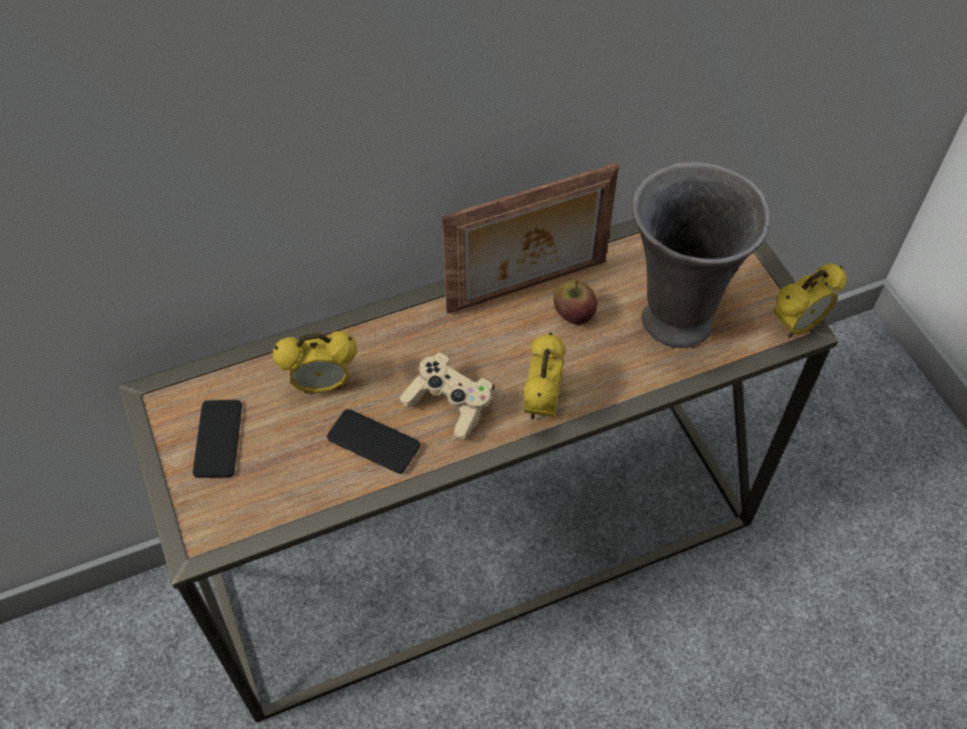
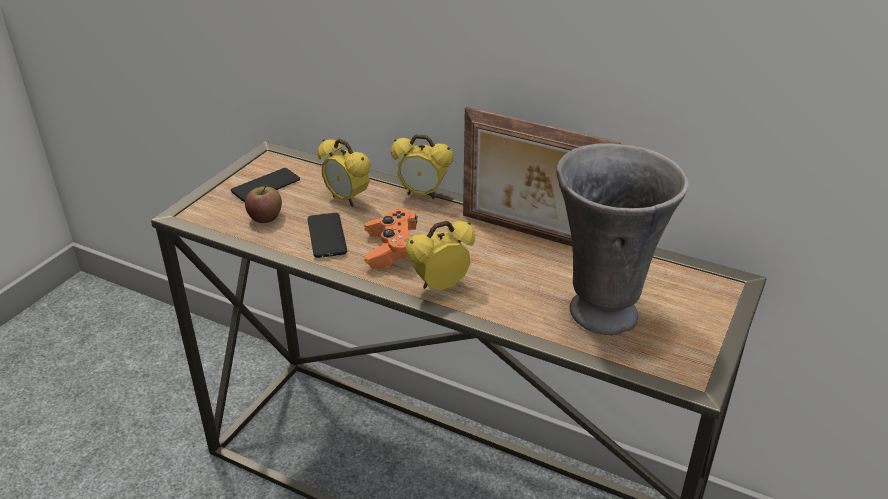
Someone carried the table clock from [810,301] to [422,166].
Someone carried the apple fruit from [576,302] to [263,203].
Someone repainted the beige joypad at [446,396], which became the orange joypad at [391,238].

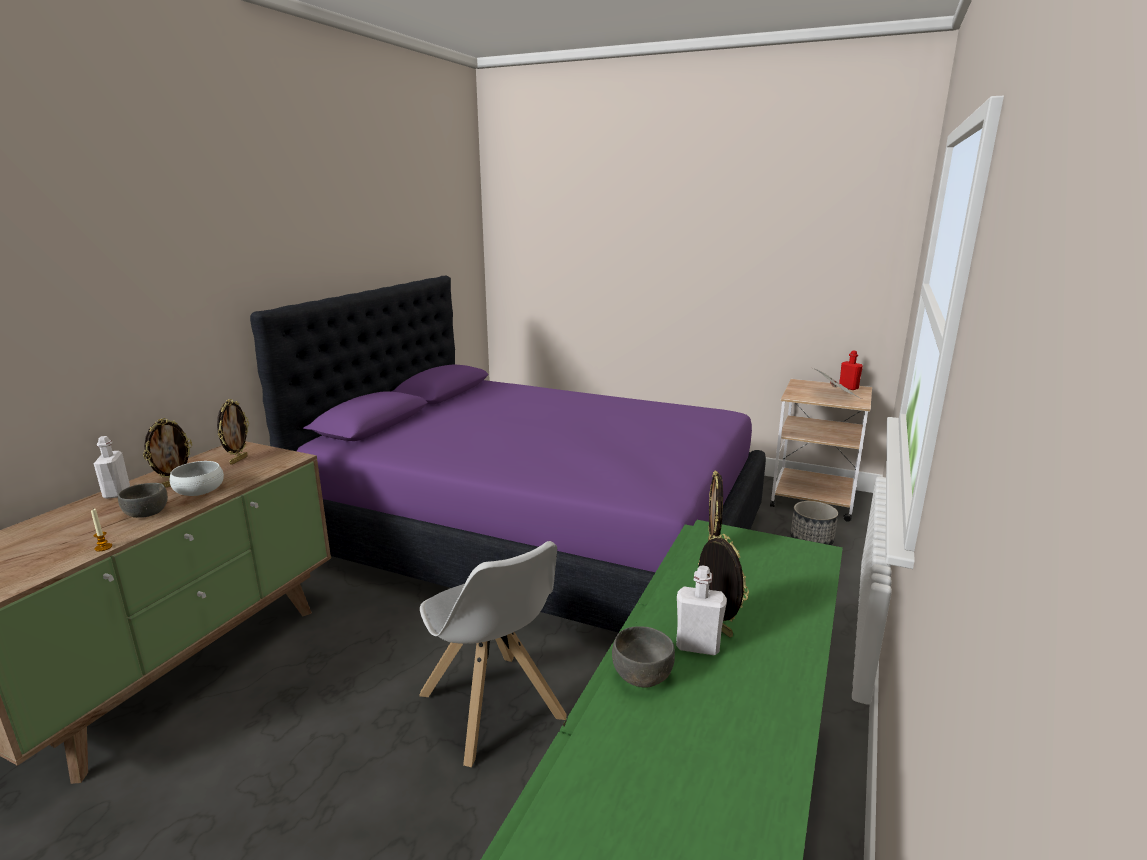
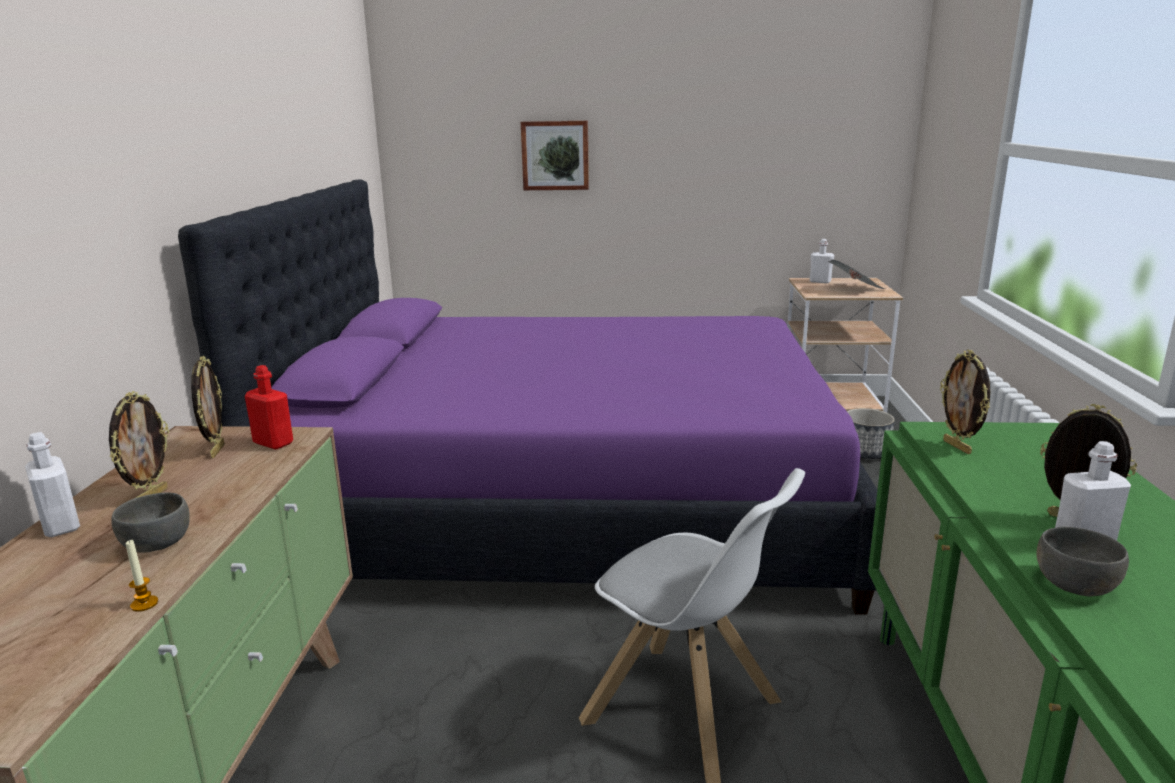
Someone carried the red beverage bottle from [851,370] to [269,407].
Someone took away the whitish serving bowl at [196,478].
Someone put up the wall art at [555,155].
Someone put down the whitish beverage bottle at [822,261].

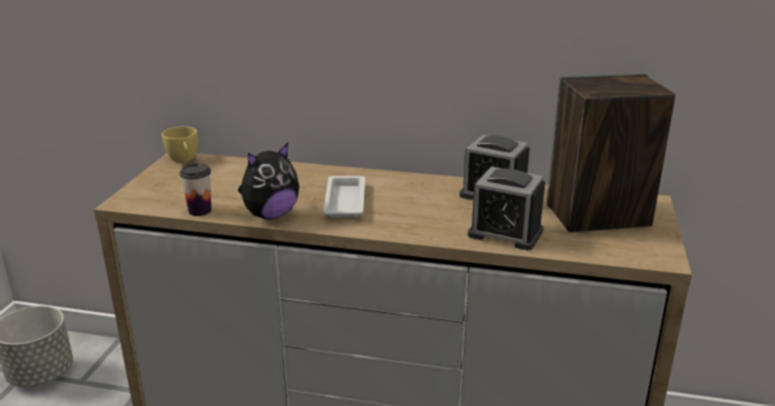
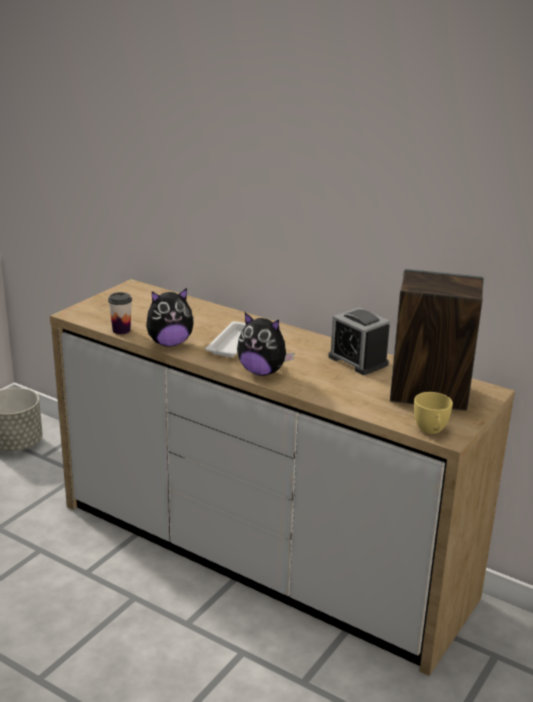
Someone carried the yellow-coloured small cup from [180,145] to [433,413].
Someone took away the table clock at [506,208].
Someone put down the plush toy at [265,344].

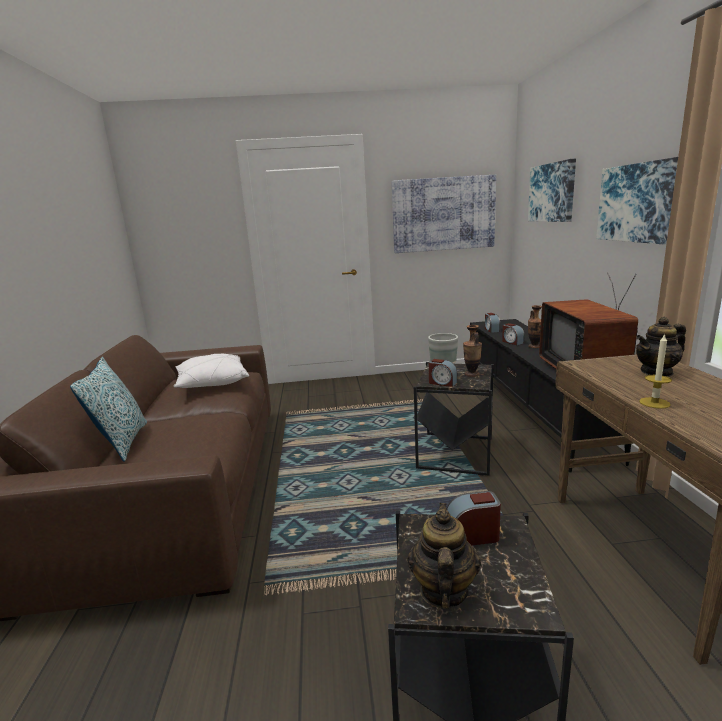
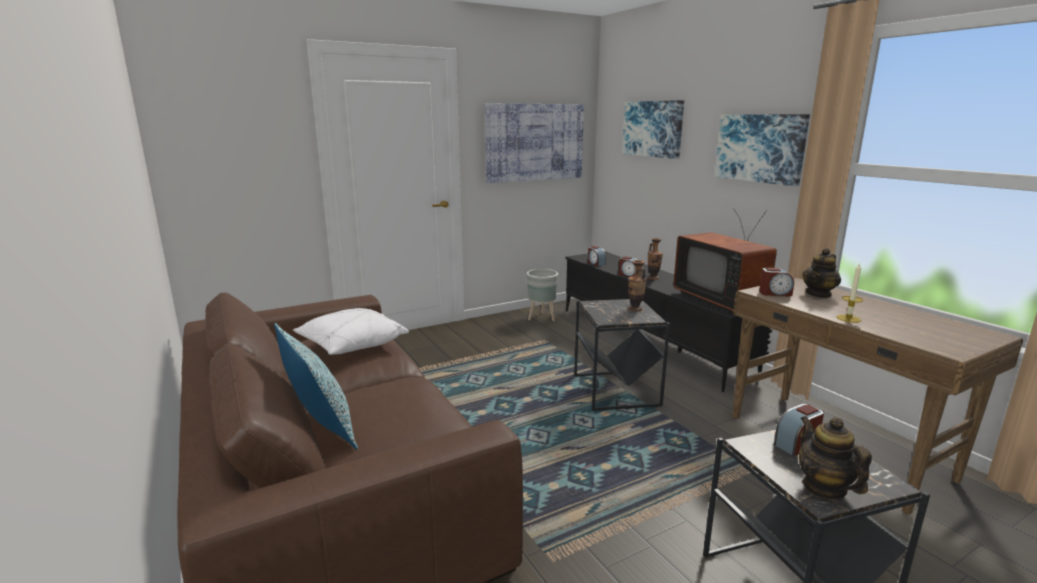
Someone carried the table clock from [443,373] to [776,282].

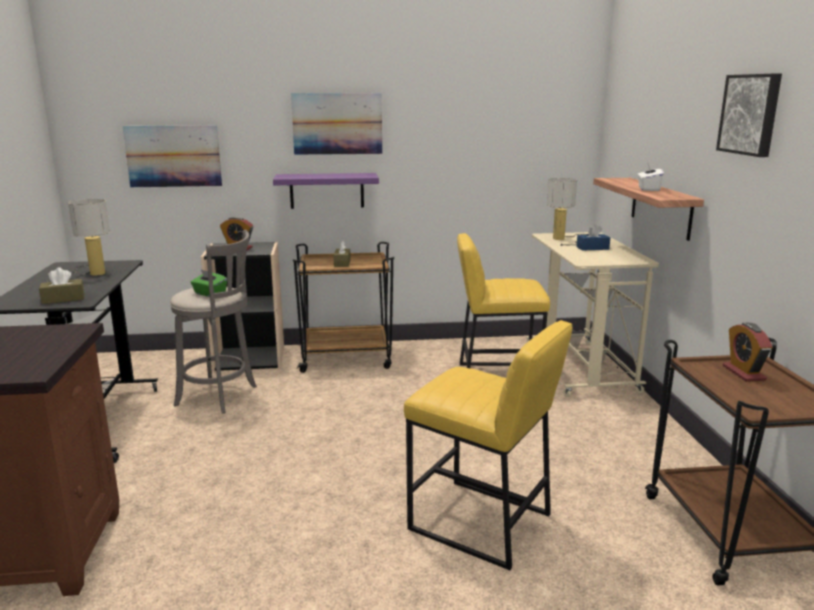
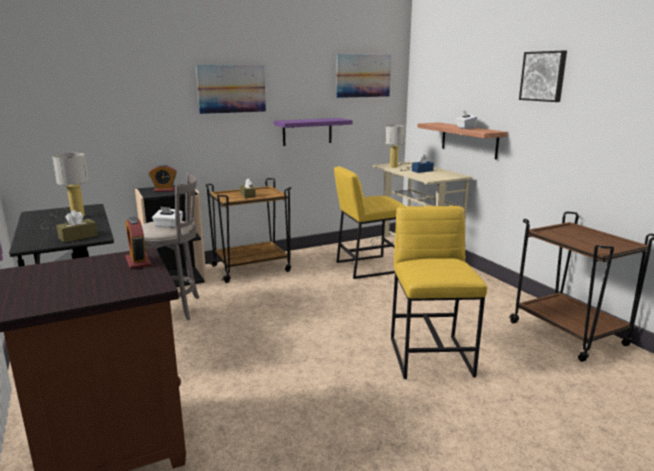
Someone carried the wall art from [172,156] to [363,76].
Someone carried the purplish shelf from [326,191] to [313,132].
Someone repainted the greenish box of tissues at [209,283], which became the whitish box of tissues at [167,217].
Someone rotated the yellow-coloured chair at [488,445] by 105 degrees counterclockwise.
Someone carried the table clock from [747,352] to [138,243].

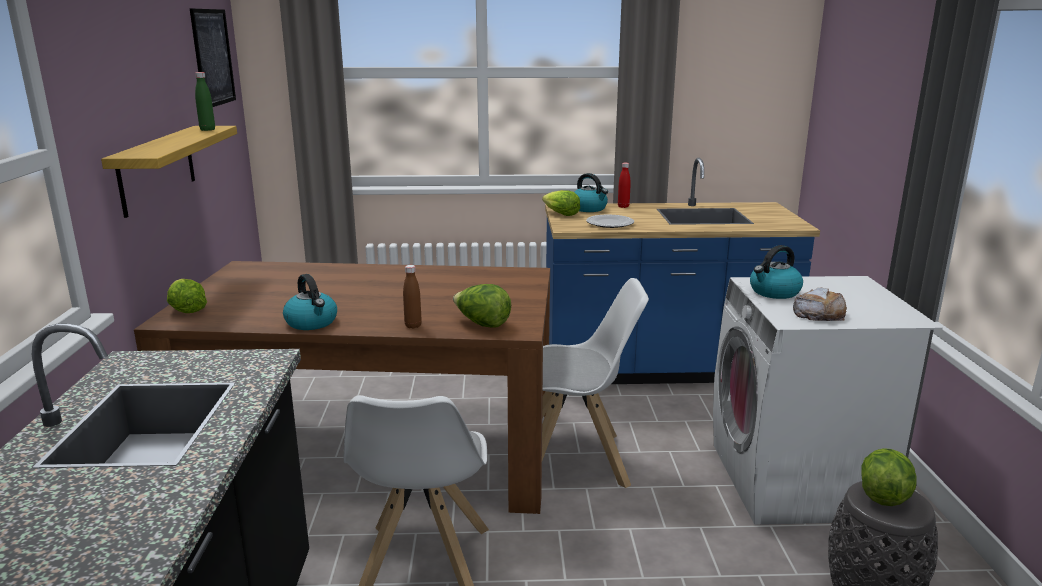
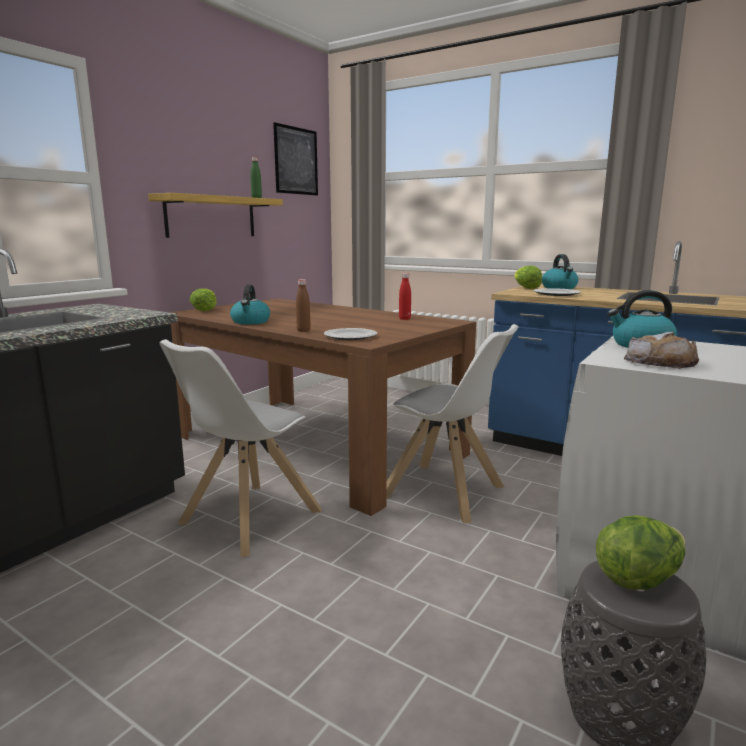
Someone carried the red beverage bottle from [624,185] to [405,296].
Someone swapped the lettuce head at [482,306] for the dinner plate at [350,334].

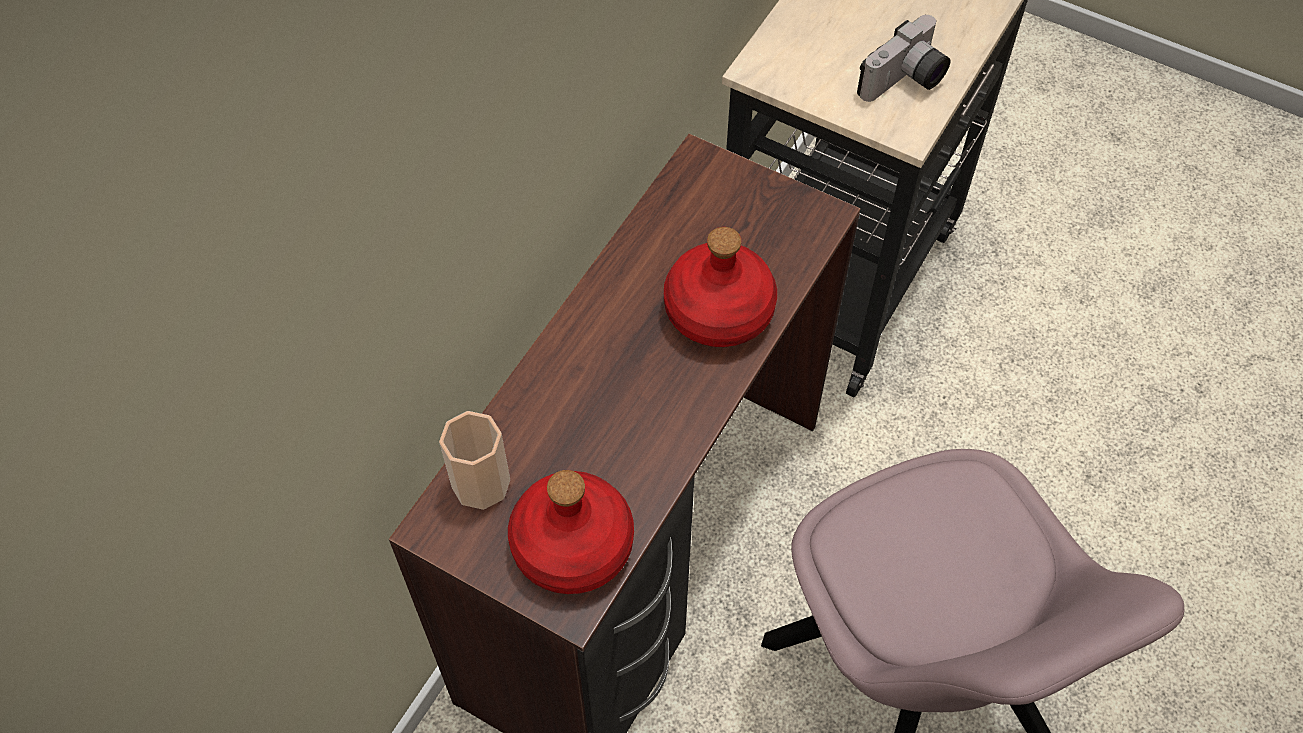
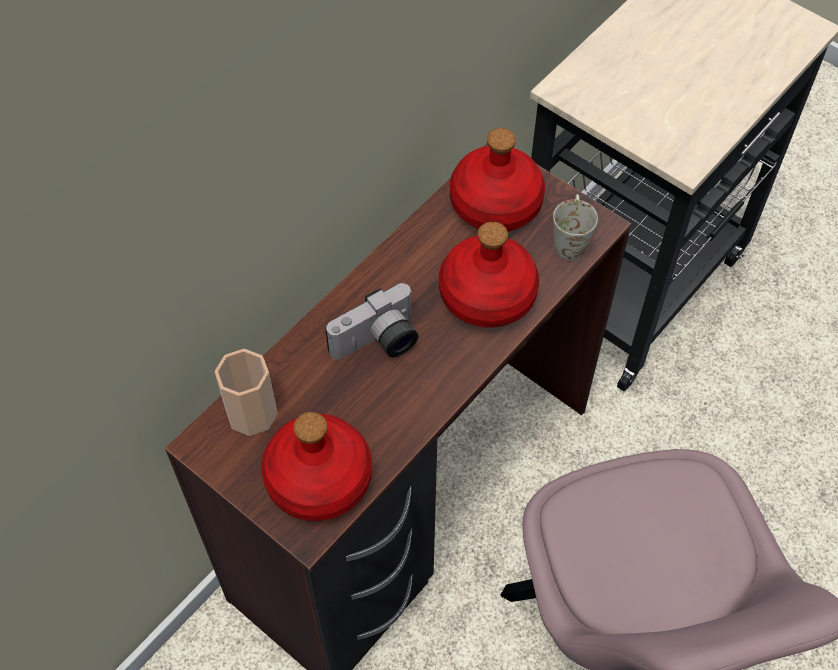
Someone carried the still camera from [904,58] to [371,321].
Someone put down the red beverage bottle at [497,180].
Someone put down the whitish mug at [575,227].

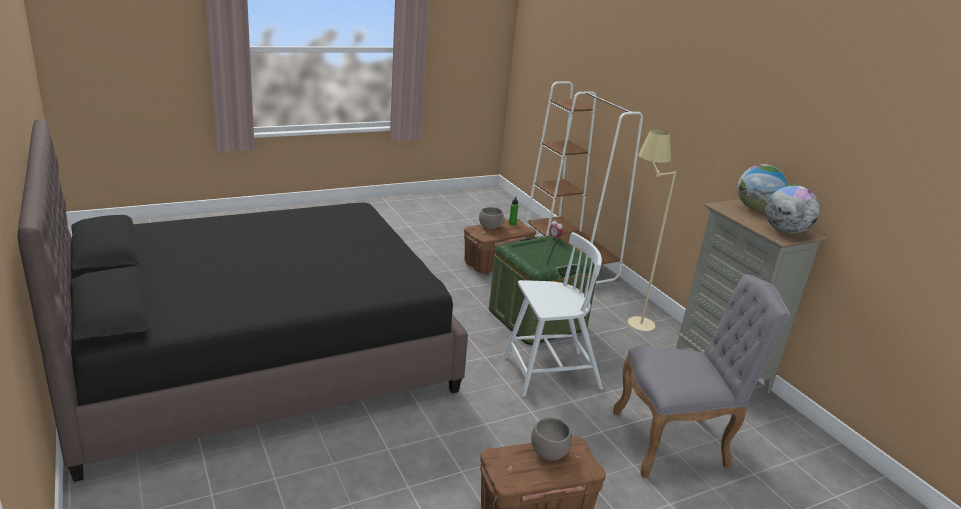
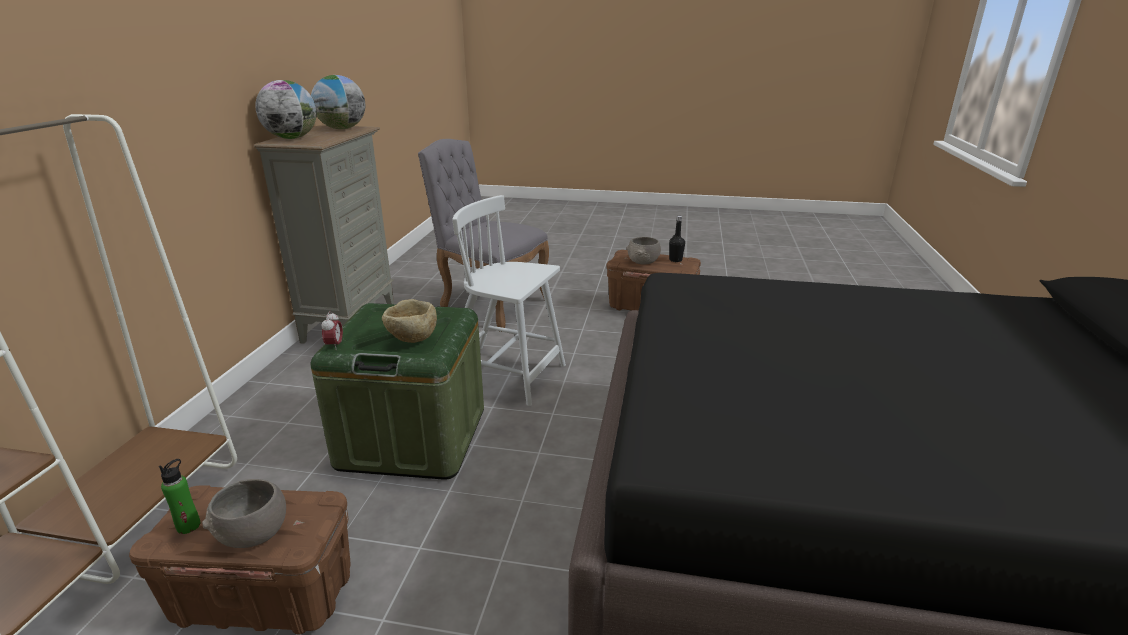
Someone took away the beige standard lamp at [652,230].
Someone put down the blackish beverage bottle at [677,239].
Someone put down the beige serving bowl at [409,321].

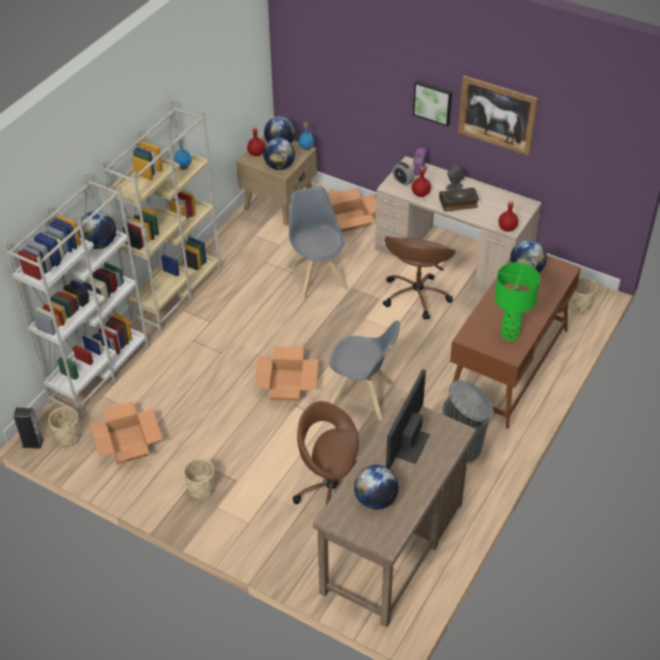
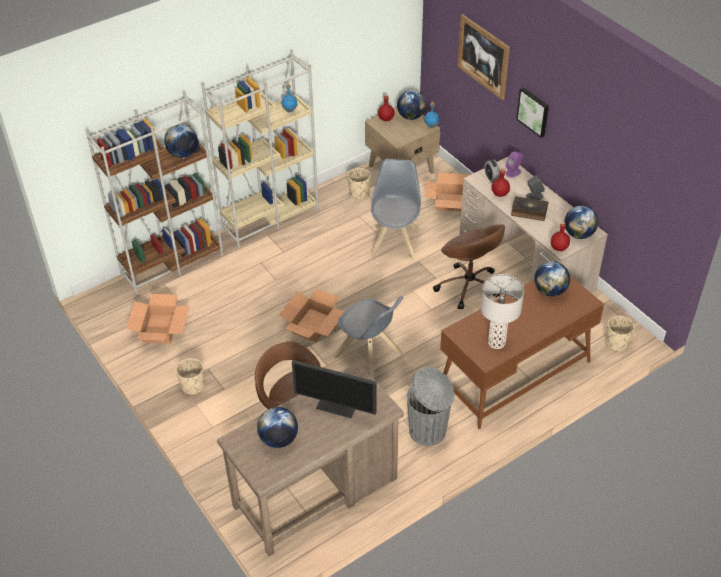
Someone carried the wall art from [498,116] to [483,57].
Someone carried the globe from [279,154] to [581,222].
Someone repainted the whitish shelving unit at [76,296], which became the brown shelving unit at [154,193].
Someone rotated the brown computer chair at [419,277] by 75 degrees counterclockwise.
Someone repainted the greenish tabletop lamp at [517,301], which became the whitish tabletop lamp at [502,311].
Someone rotated the monitor at [408,419] by 120 degrees counterclockwise.
Someone carried the beige flower pot from [64,427] to [359,183].
Someone took away the audio speaker at [28,428].

